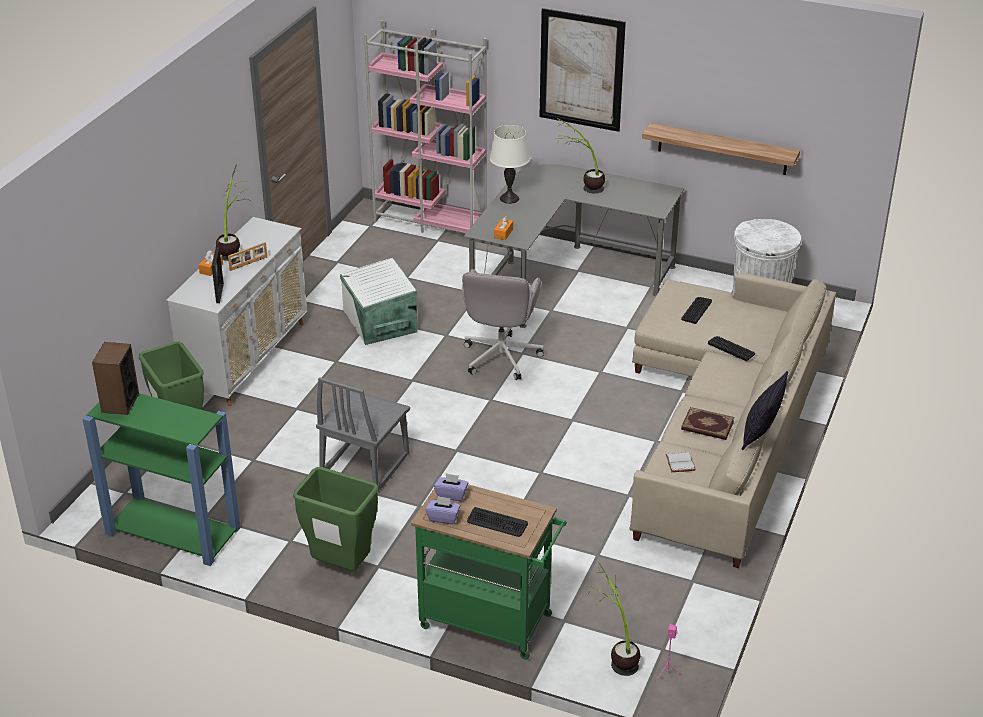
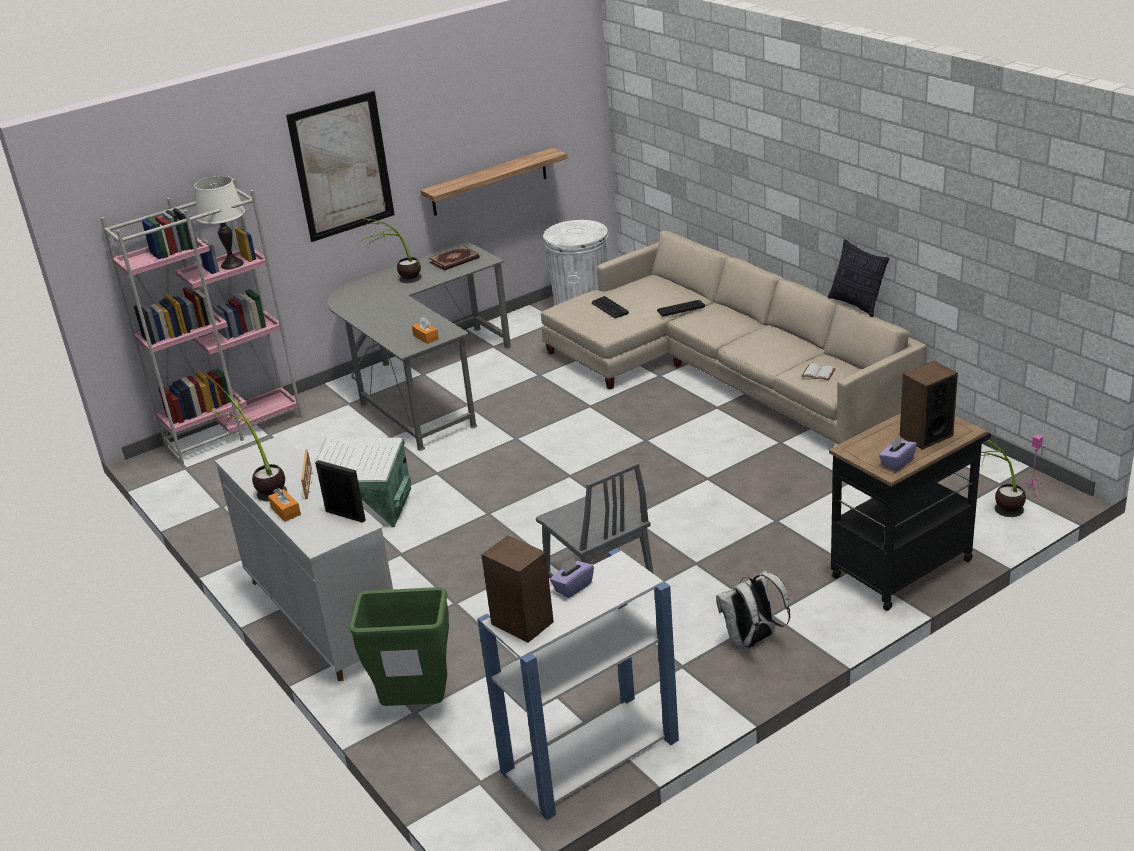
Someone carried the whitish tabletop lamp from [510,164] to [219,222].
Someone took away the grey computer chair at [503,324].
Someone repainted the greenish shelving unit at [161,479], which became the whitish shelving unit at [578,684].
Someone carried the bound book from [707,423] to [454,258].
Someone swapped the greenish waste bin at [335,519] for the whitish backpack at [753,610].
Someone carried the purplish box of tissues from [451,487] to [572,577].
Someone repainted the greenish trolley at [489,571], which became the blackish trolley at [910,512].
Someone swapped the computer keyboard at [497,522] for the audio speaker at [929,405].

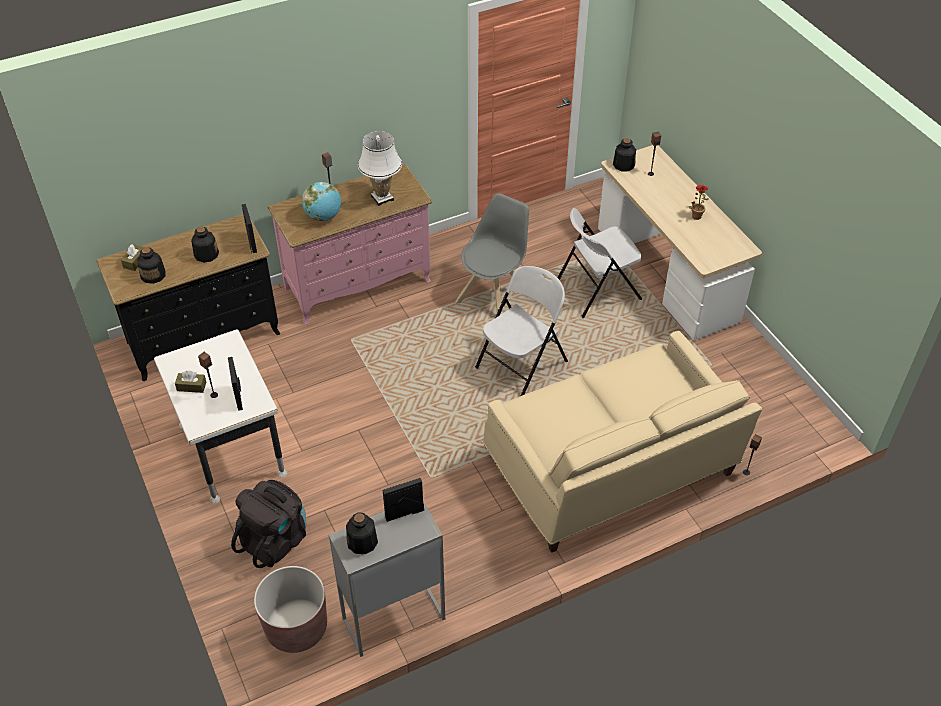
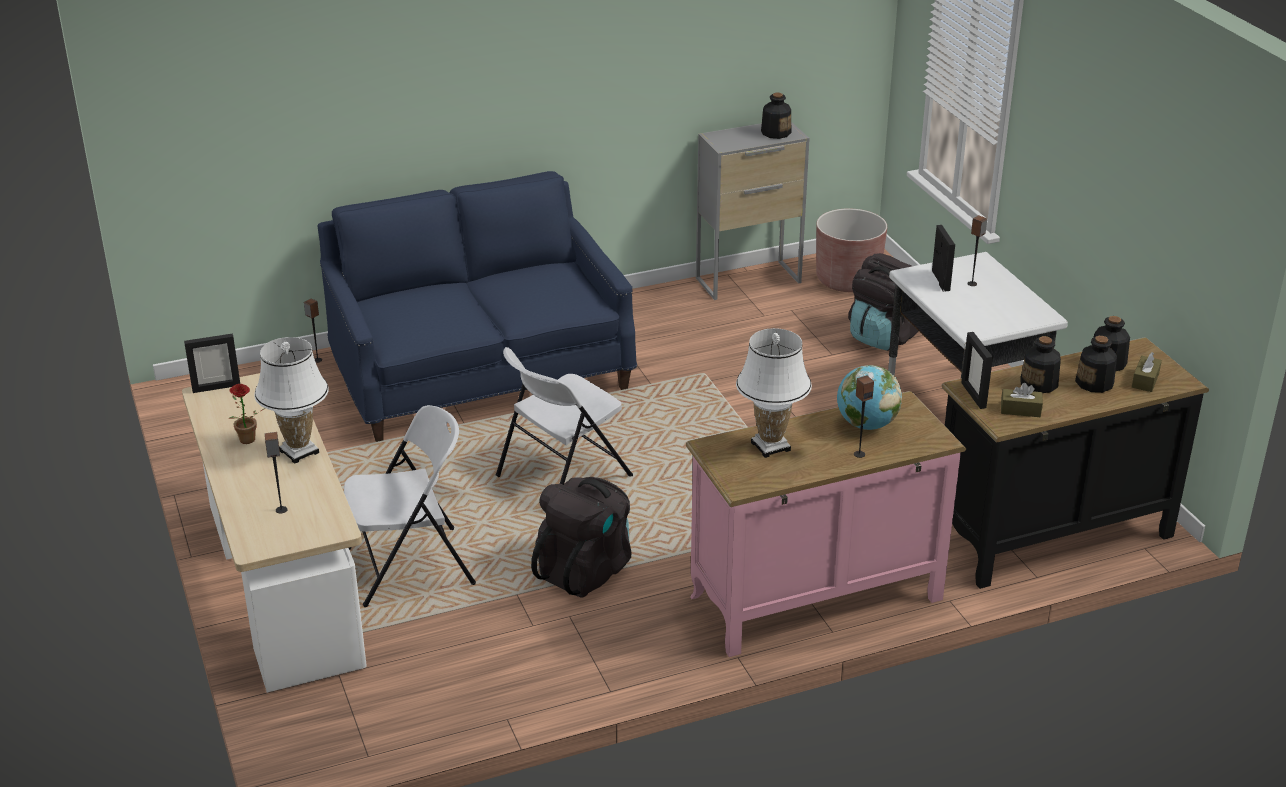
Someone carried the beverage bottle from [624,154] to [1096,364].
Someone swapped the grey chair at [492,254] for the blackish backpack at [581,537].
Someone repainted the beige couch at [622,442], which became the blue-coloured couch at [477,306].
Someone carried the brown box of tissues from [190,382] to [1022,400].
Someone carried the picture frame from [403,500] to [212,363].
Someone put down the whitish tabletop lamp at [291,400].

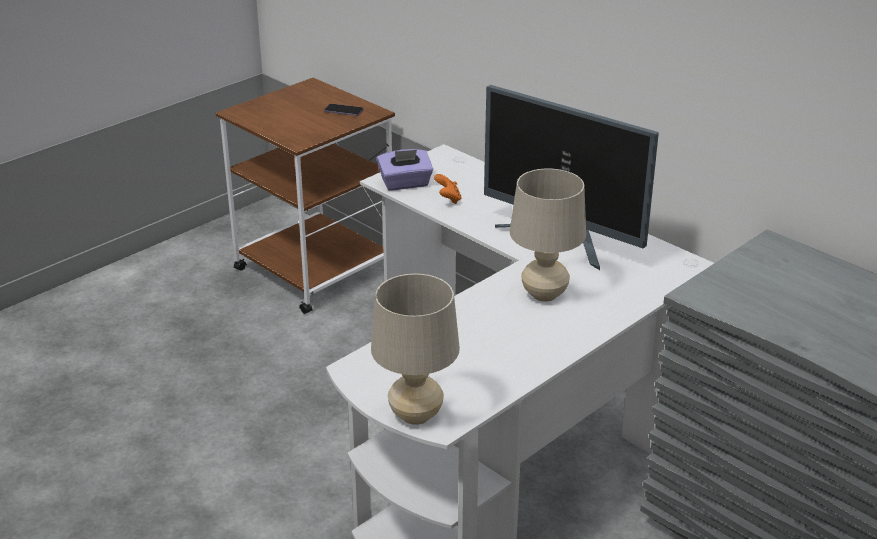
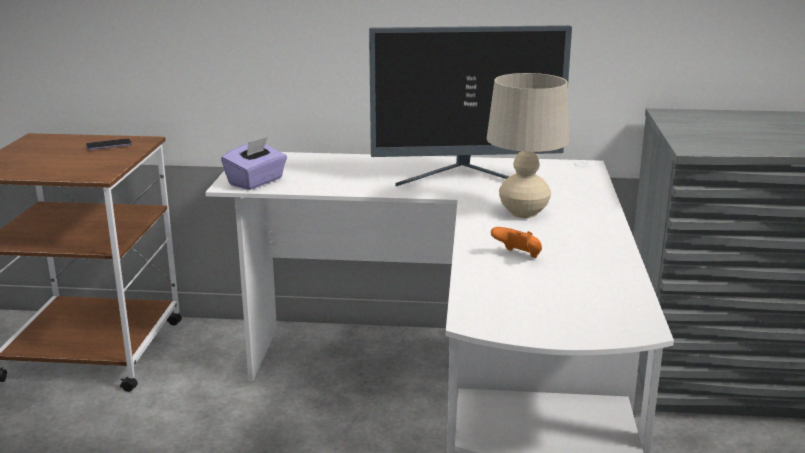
Someone carried the orange joypad from [448,189] to [516,242].
Someone took away the beige tabletop lamp at [415,349].

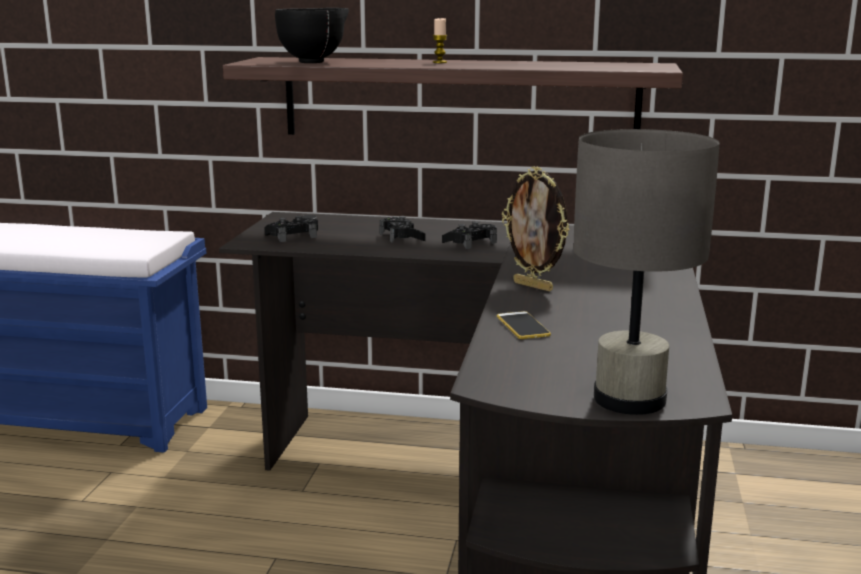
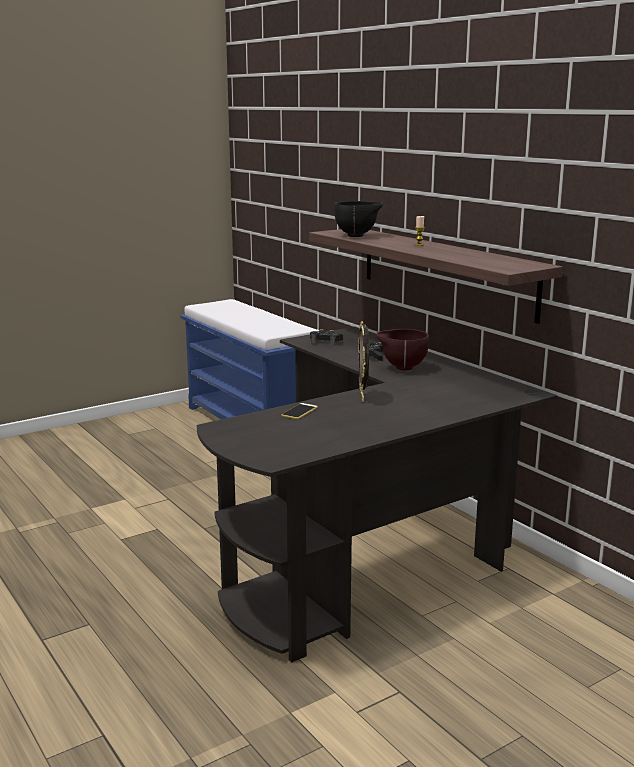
Someone took away the grey tabletop lamp at [646,272].
Someone swapped the blackish joypad at [469,235] for the brown serving bowl at [402,350].

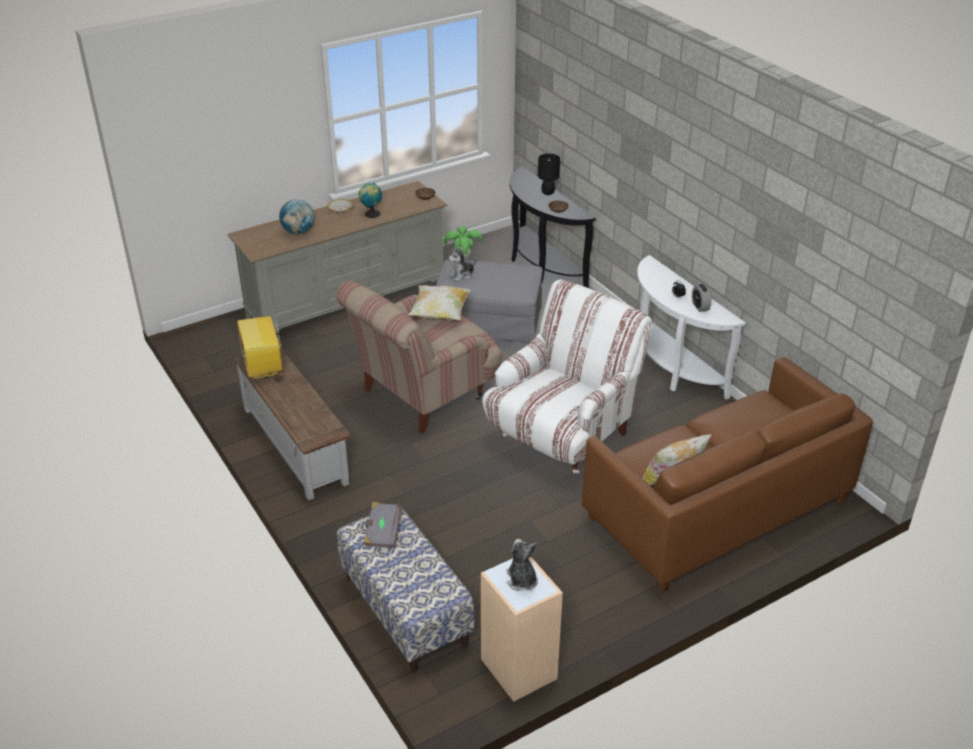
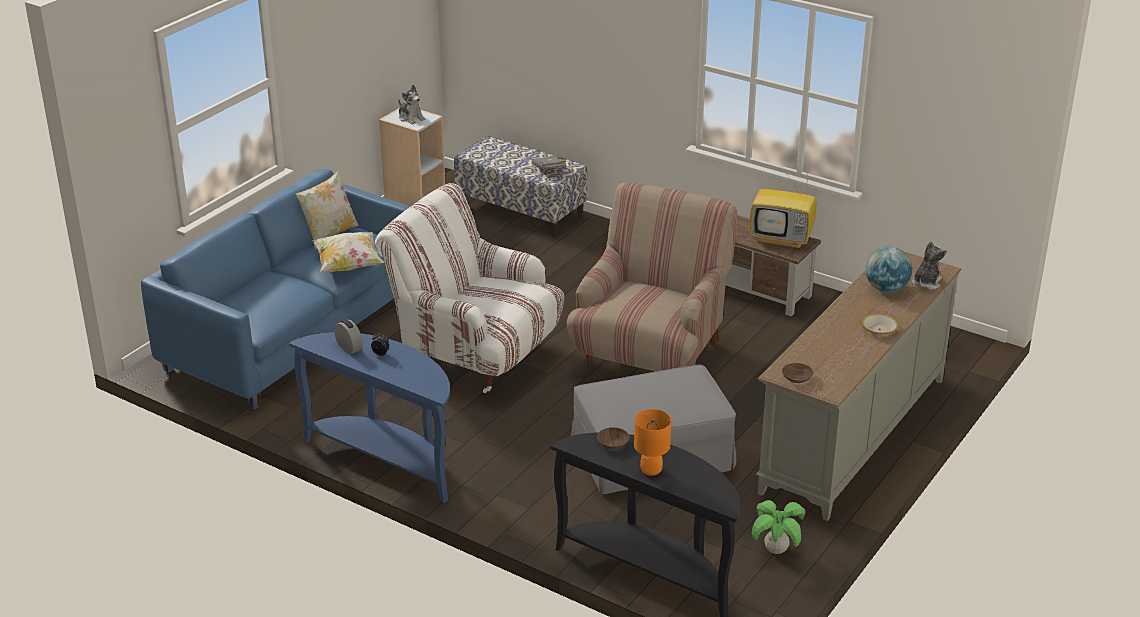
Someone repainted the blackish tabletop lamp at [549,174], which became the orange tabletop lamp at [652,442].
Someone took away the globe at [370,200].
Someone carried the plush toy from [462,264] to [929,265].
Someone repainted the whitish hall table at [691,327], which became the blue-coloured hall table at [369,417].
Someone rotated the whitish lounge chair at [567,377] by 105 degrees clockwise.
Someone carried the pillow from [439,302] to [348,252].
Someone rotated the TV at [260,345] by 150 degrees clockwise.
Someone repainted the brown couch at [727,475], which became the blue-coloured couch at [275,289].

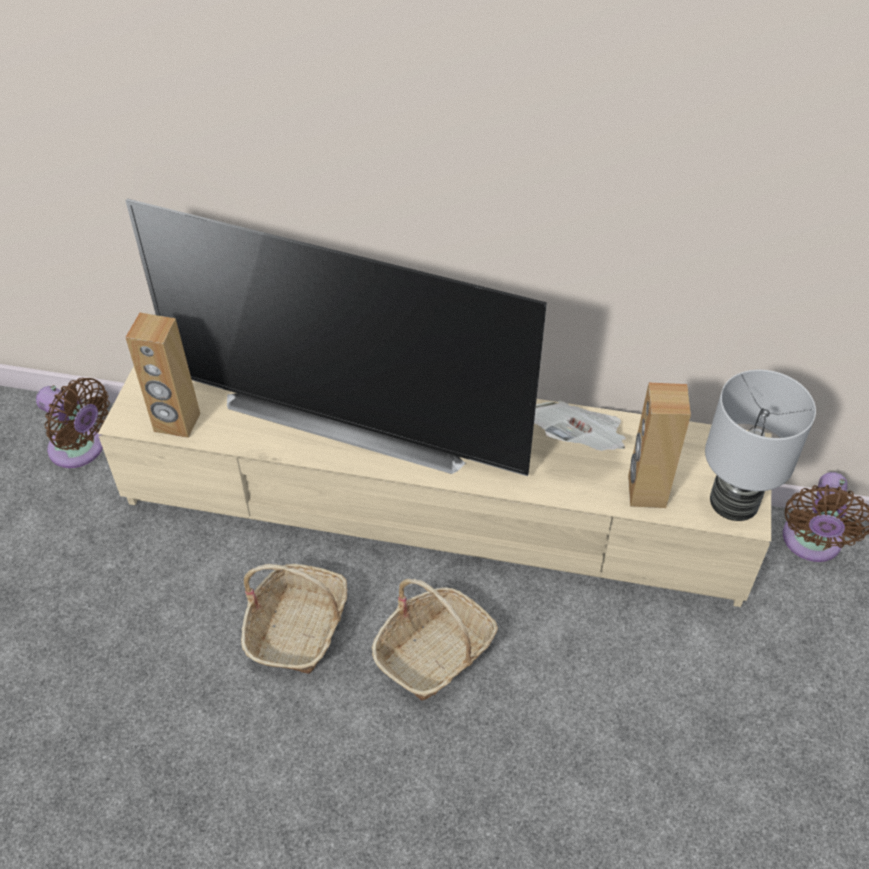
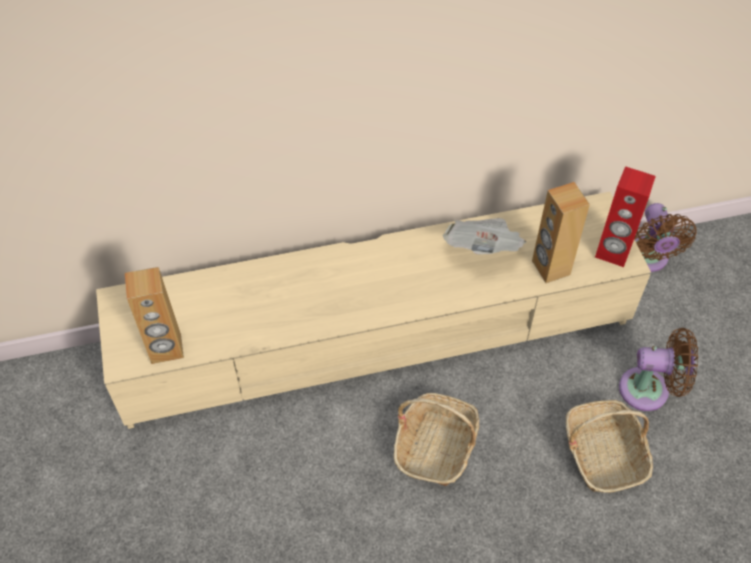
Someone took away the TV at [336,337].
Someone swapped the grey tabletop lamp at [760,445] for the red audio speaker at [625,216].
Someone carried the brown electric fan from [73,422] to [658,369].
Someone carried the basket from [294,619] to [609,446].

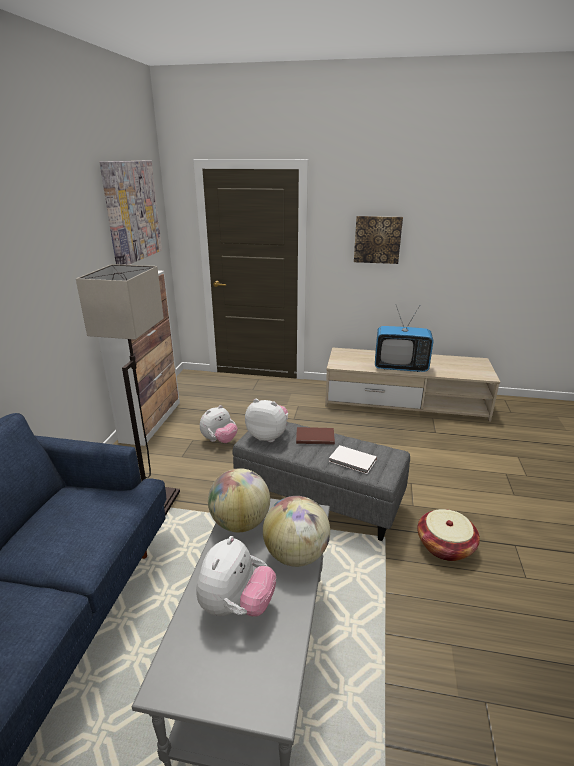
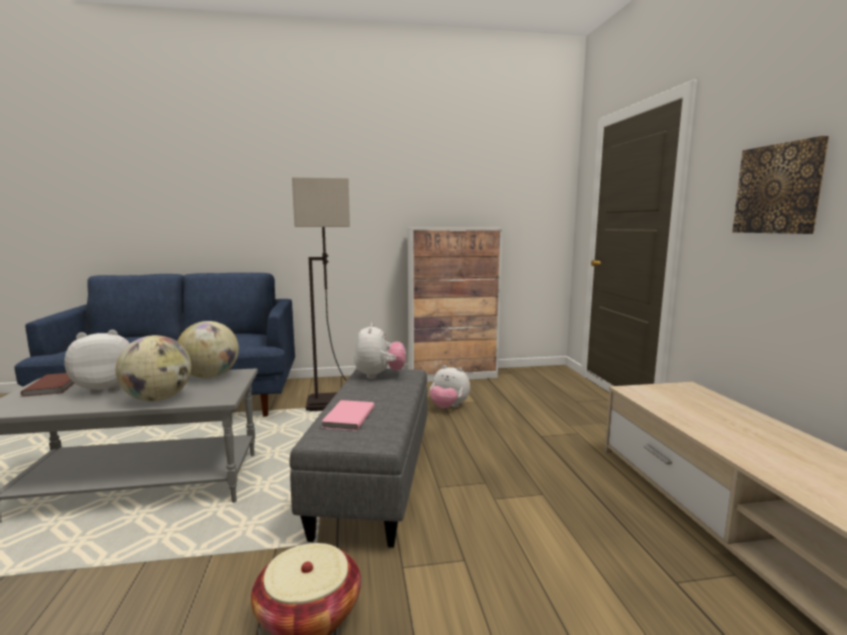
Someone took away the wall art at [130,213].
Someone took away the TV at [404,338].
Someone carried the brown bound book from [315,436] to [48,385].
Someone repainted the whitish bound book at [353,459], which became the pink-coloured bound book at [347,415].
Someone rotated the plush toy at [236,576] by 150 degrees clockwise.

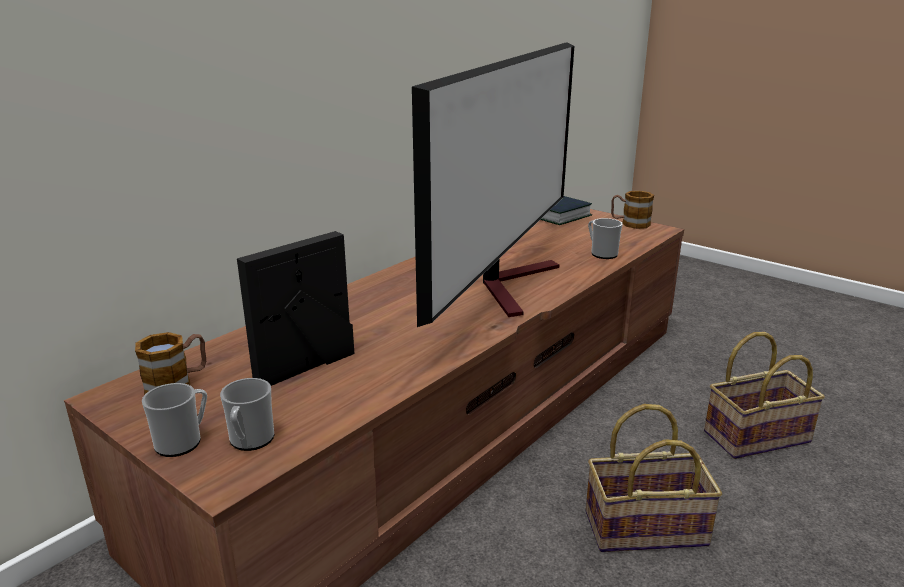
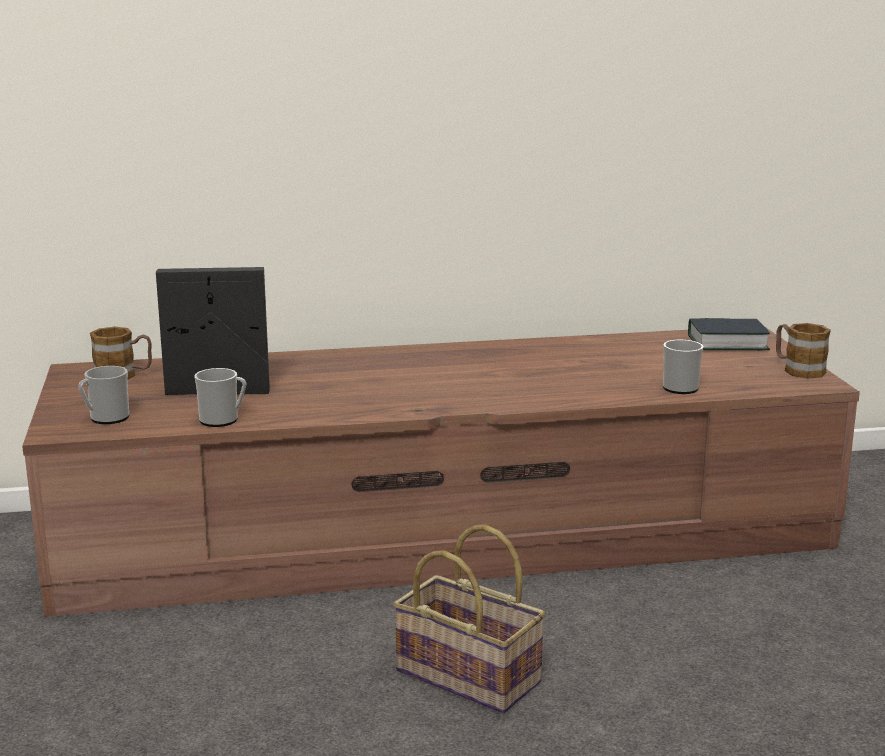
Someone took away the TV at [493,184].
Someone took away the basket at [764,395].
Someone carried the mug from [174,420] to [220,397].

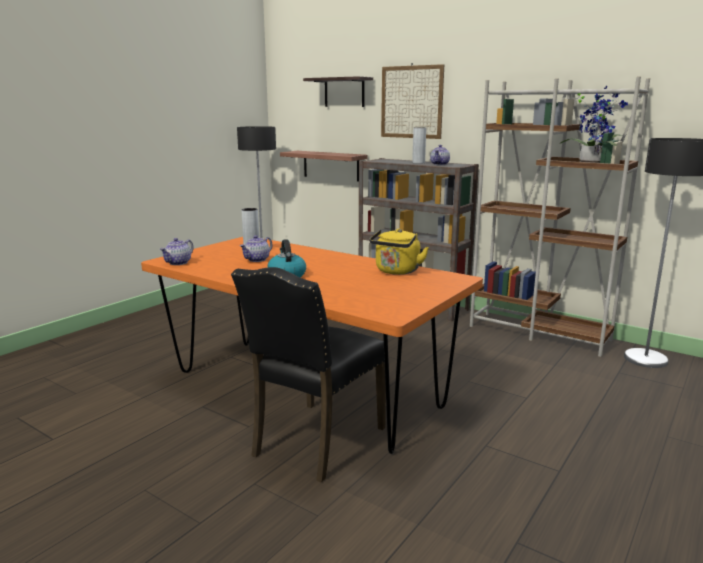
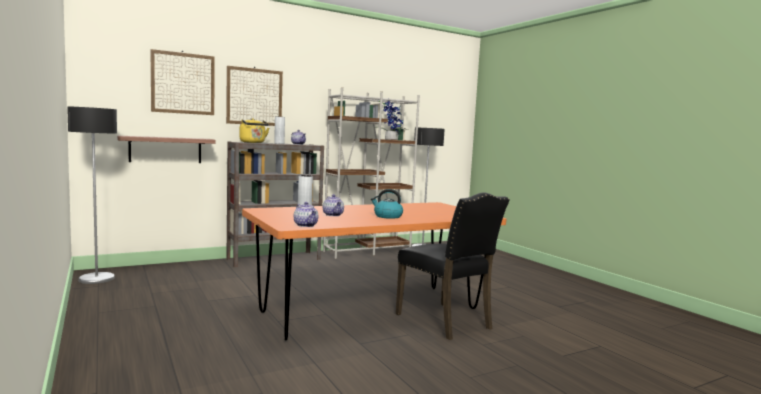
Someone swapped the shelf at [338,91] for the wall art at [182,82].
Someone carried the yellow-coloured water kettle from [399,251] to [254,130].

